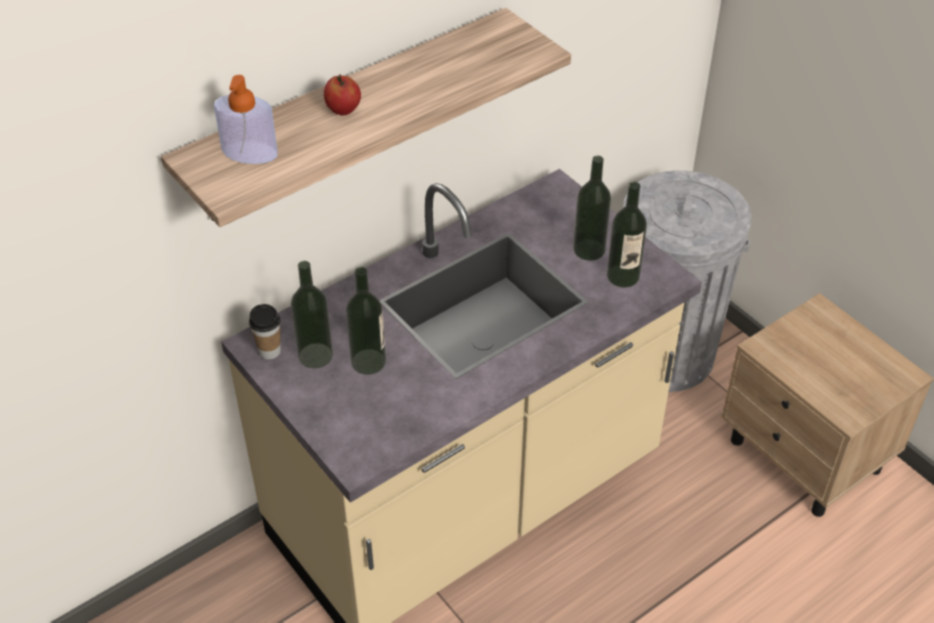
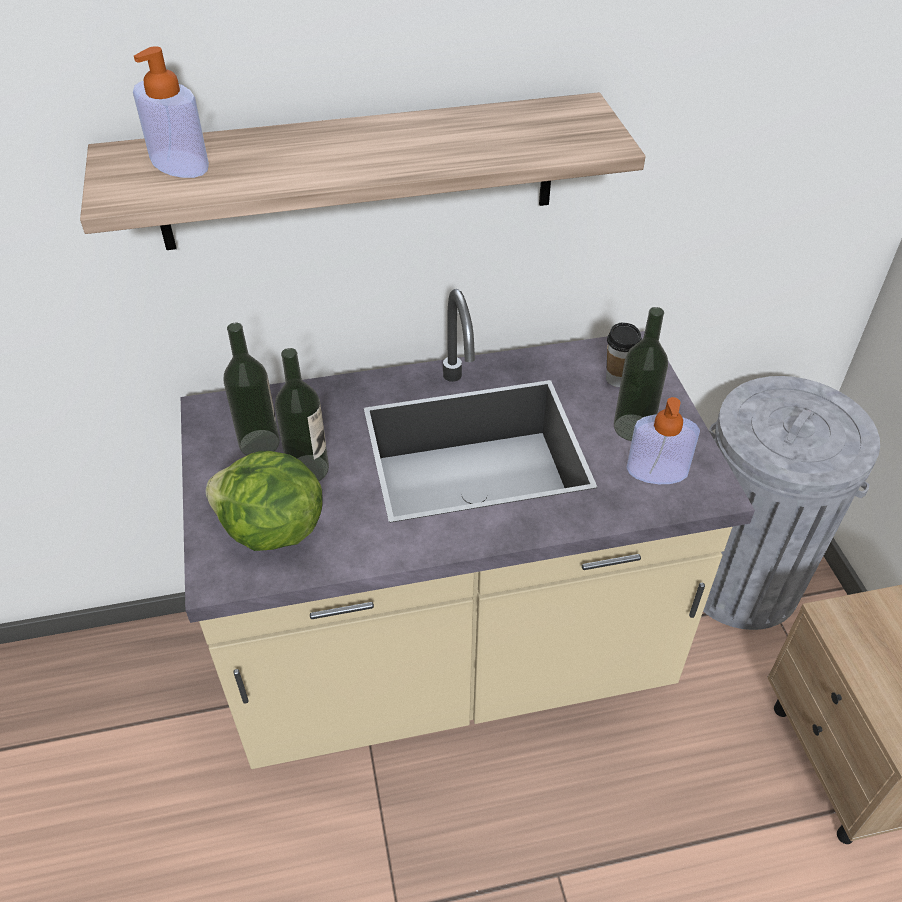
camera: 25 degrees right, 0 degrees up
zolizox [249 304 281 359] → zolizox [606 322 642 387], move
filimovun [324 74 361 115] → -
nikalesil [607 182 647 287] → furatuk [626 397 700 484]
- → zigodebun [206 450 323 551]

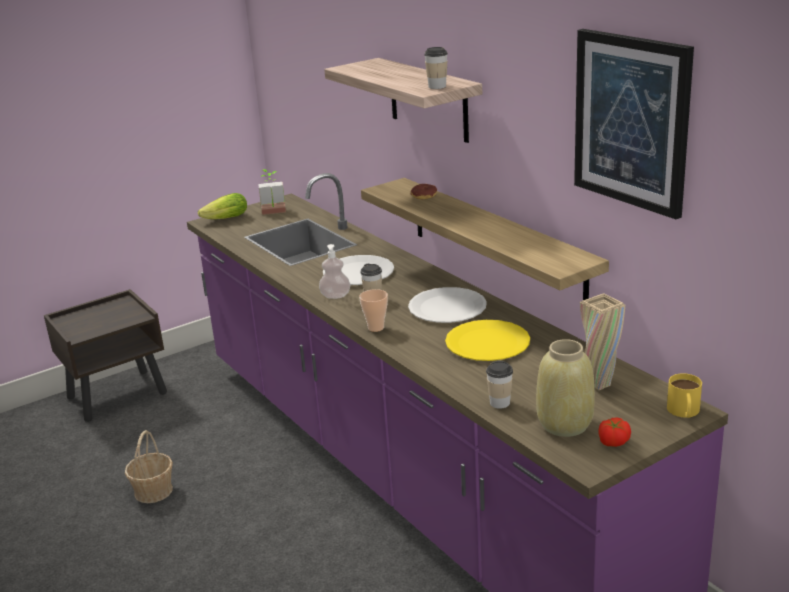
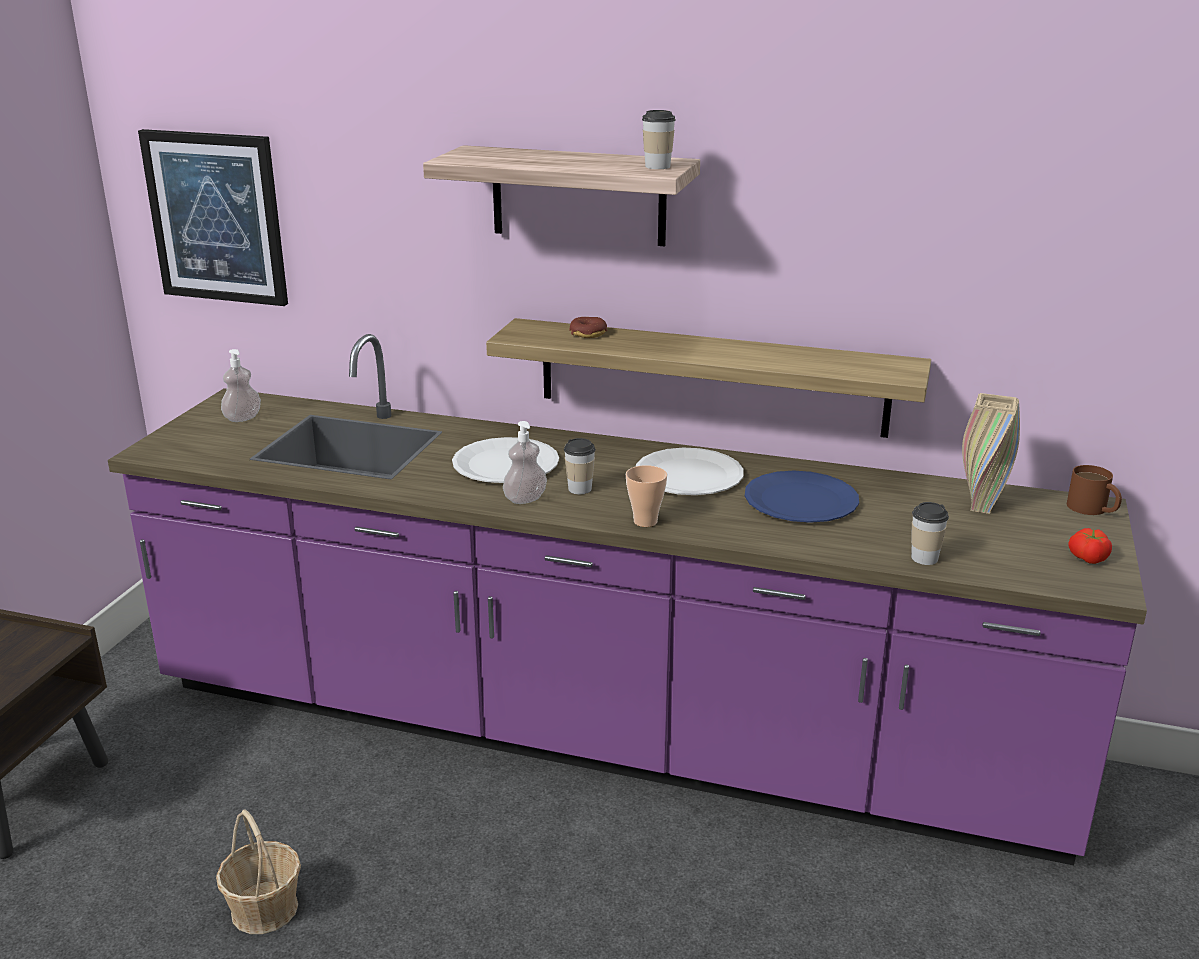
camera: 40 degrees left, 0 degrees up
zigodebun [198 193 247 219] → -
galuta [258 169 286 215] → furatuk [221 349 261 422]
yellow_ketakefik [445 320 530 361] → blue_ketakefik [745 471 859 523]
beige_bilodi [536 339 595 437] → -
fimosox [574 29 694 219] → fimosox [138 129 288 306], move
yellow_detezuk [667 373 702 418] → brown_detezuk [1067 465 1122 515]

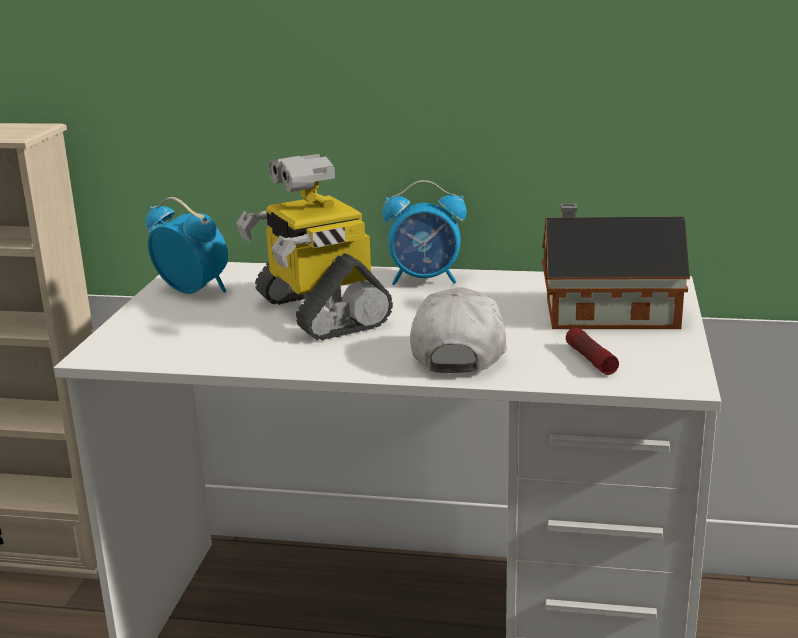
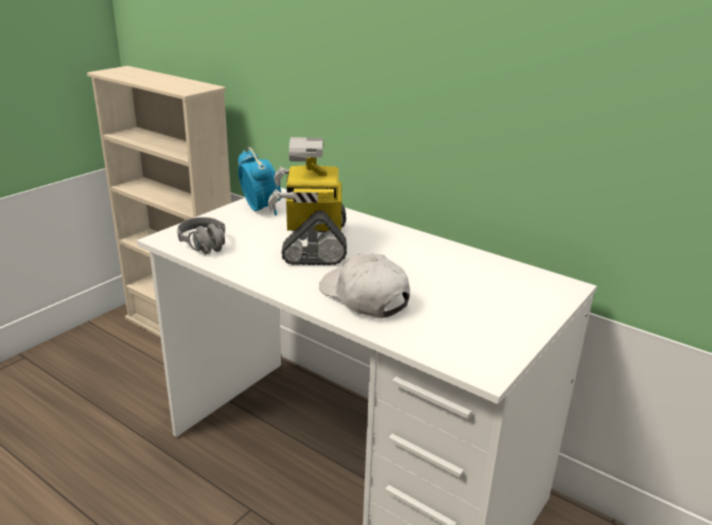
camera: 25 degrees right, 5 degrees up
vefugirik [382 180 467 285] → -
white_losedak [410 287 507 373] → white_losedak [319 253 410 318], 75 degrees counterclockwise
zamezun [542 204 690 329] → -
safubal [566 327 619 375] → -
- → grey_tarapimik [177 217 225 254]

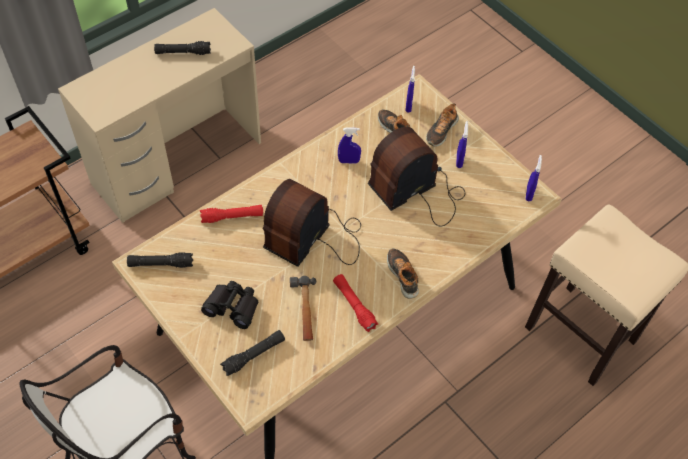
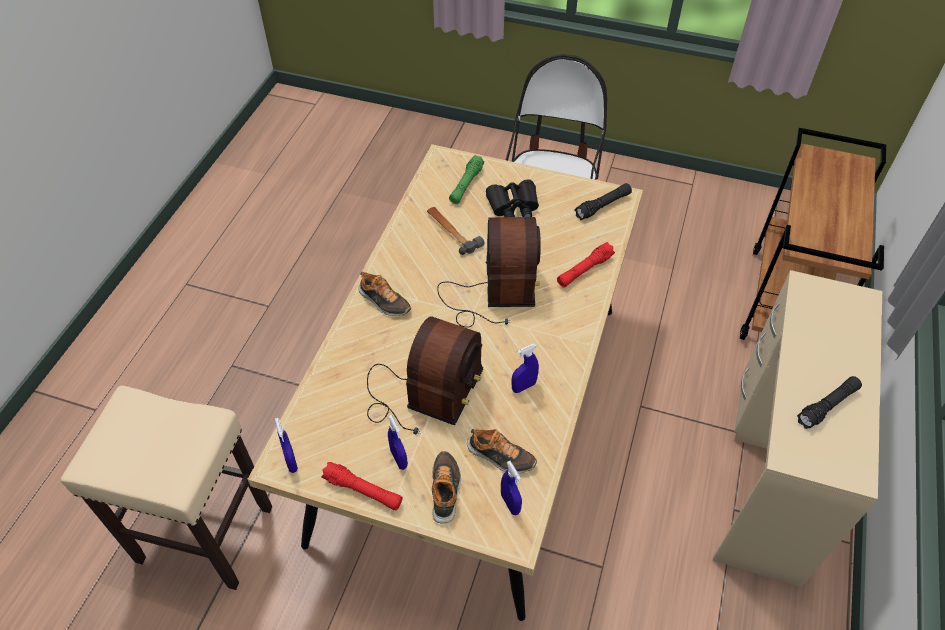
camera: 150 degrees right, 5 degrees down
black_safubal [220 330 285 376] → green_safubal [449 155 484 204]
red_safubal [333 274 378 332] → red_safubal [321 462 403 511], move

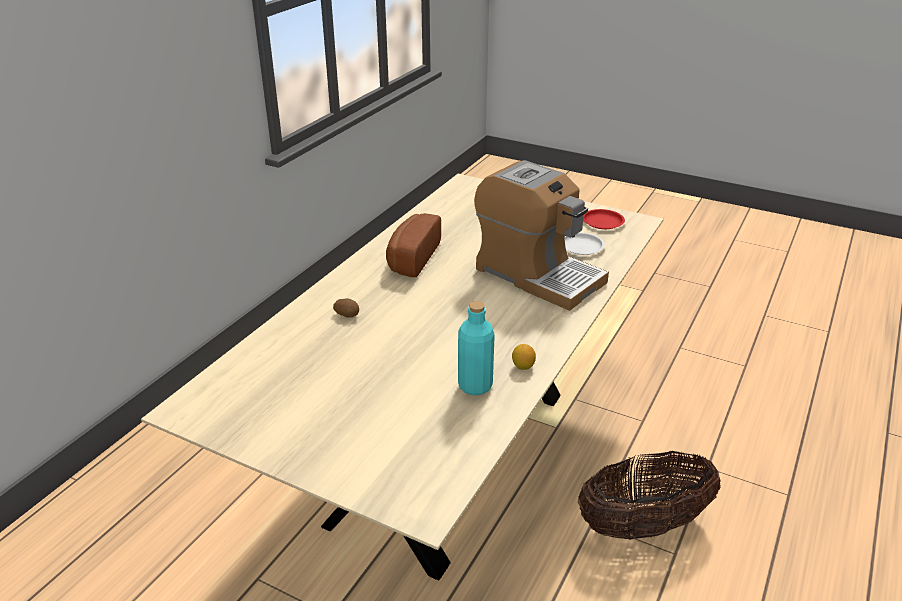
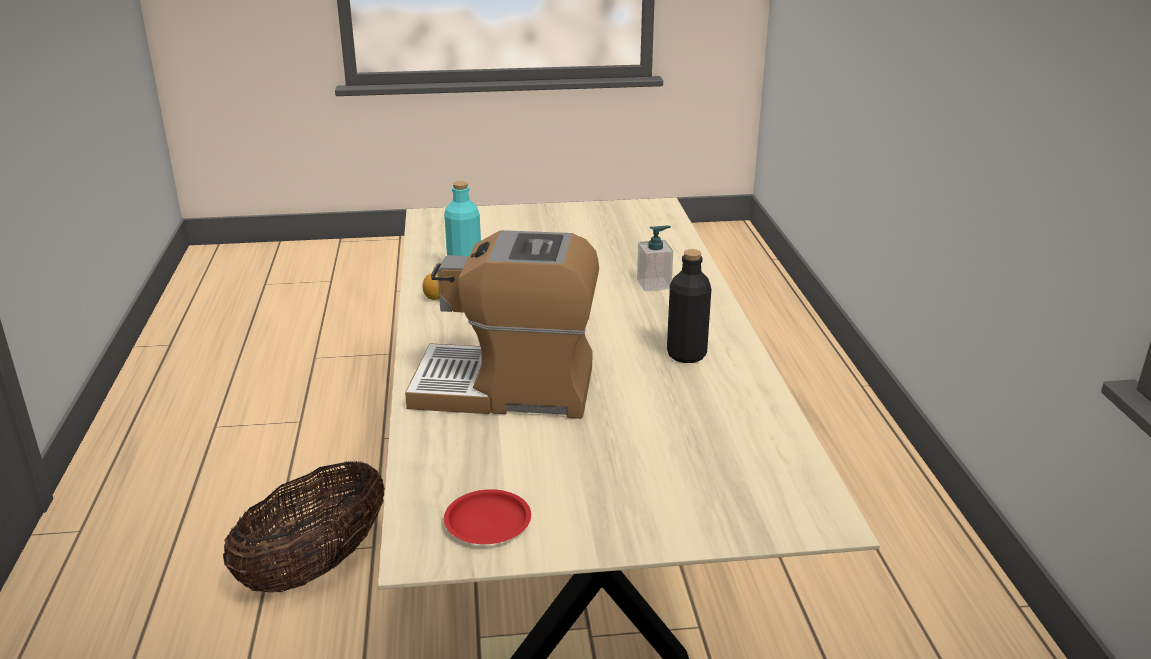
camera: 145 degrees right, 5 degrees down
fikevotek [333 298 359 318] → furatuk [637 225 673 292]
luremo [386 213 441 277] → black_nikalesil [667 249 711 363]
white_ketakefik [565 232 605 255] → -

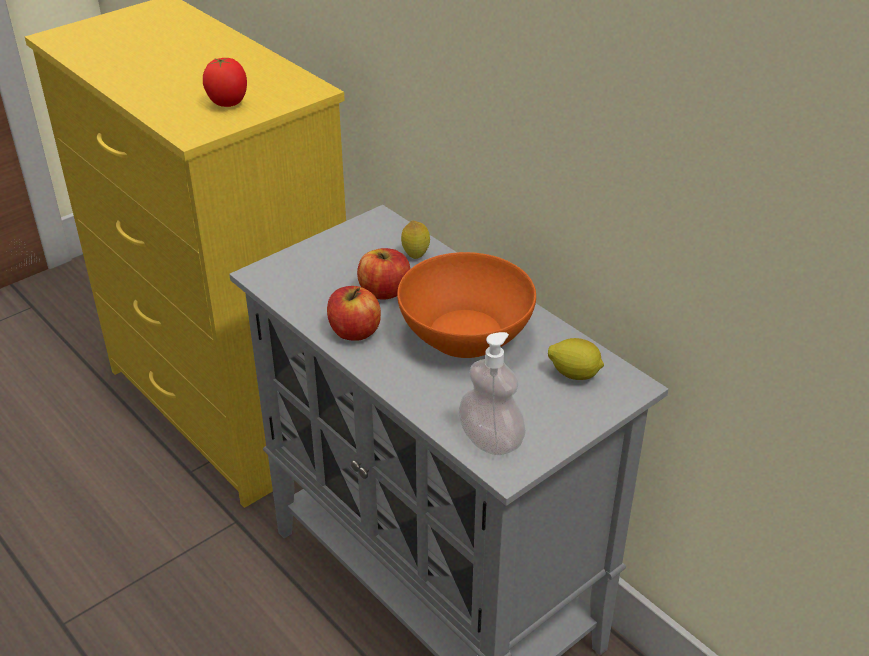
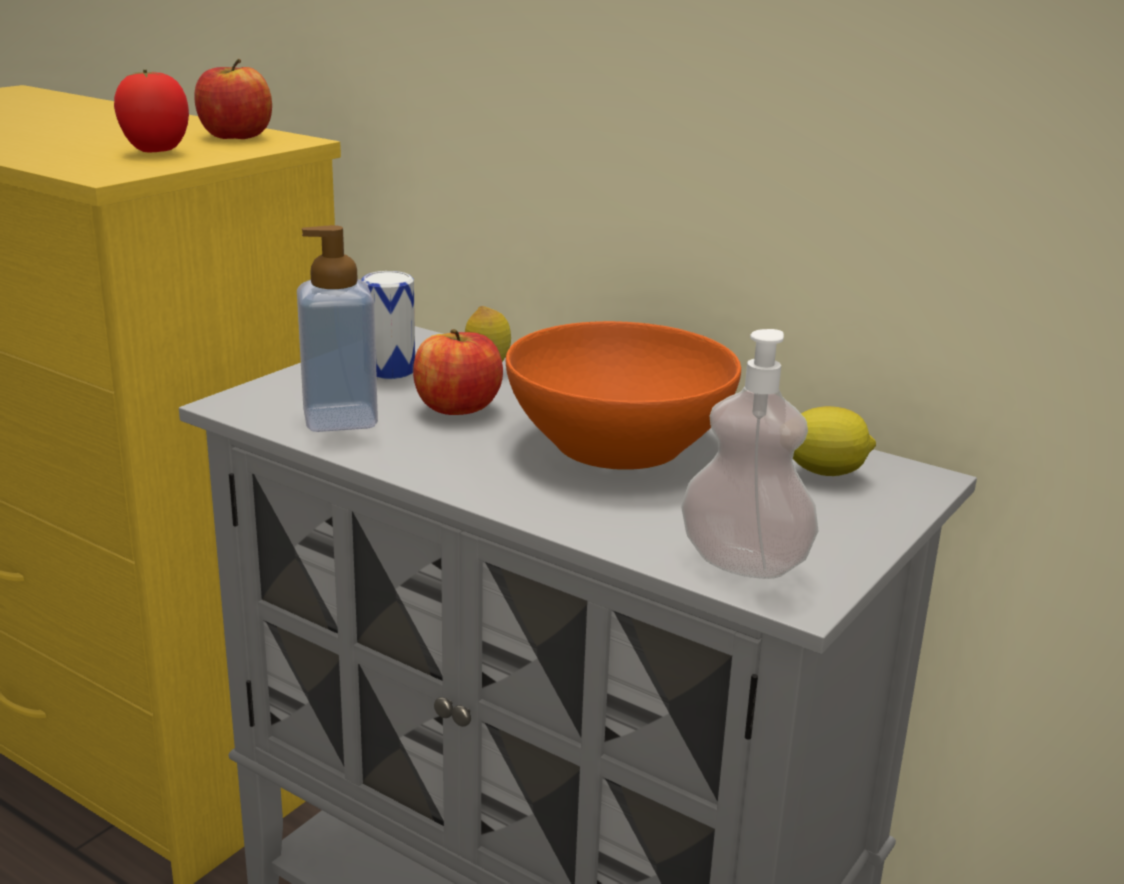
camera: 15 degrees left, 15 degrees down
filimovun [327 286 381 341] → filimovun [194 59 272 139], move
- → furatuk [297 225 378 432]
- → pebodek [361 271 415 379]

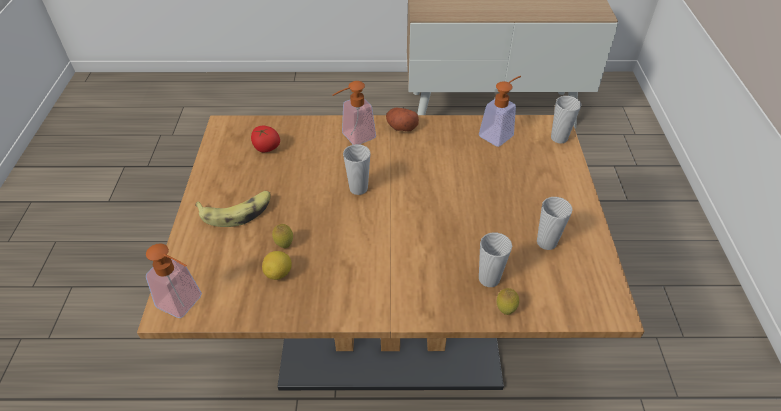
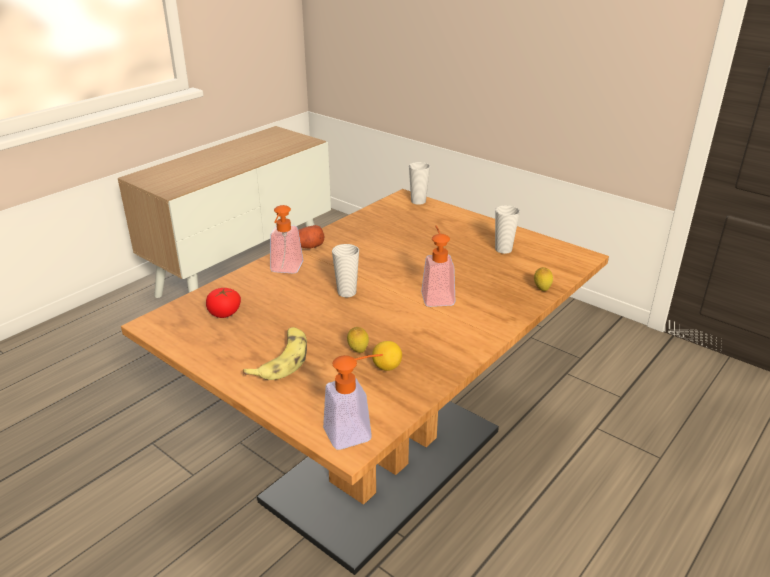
camera: 50 degrees left, 15 degrees down
furatuk [479 76 521 147] → furatuk [421 226 455 307], move
zolizox [479 232 512 287] → -

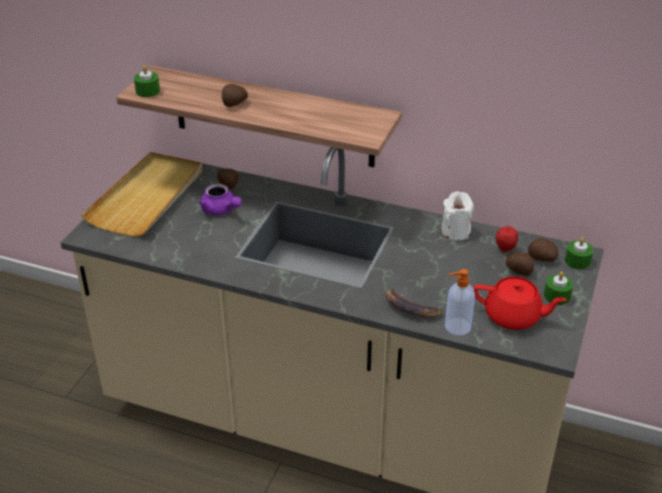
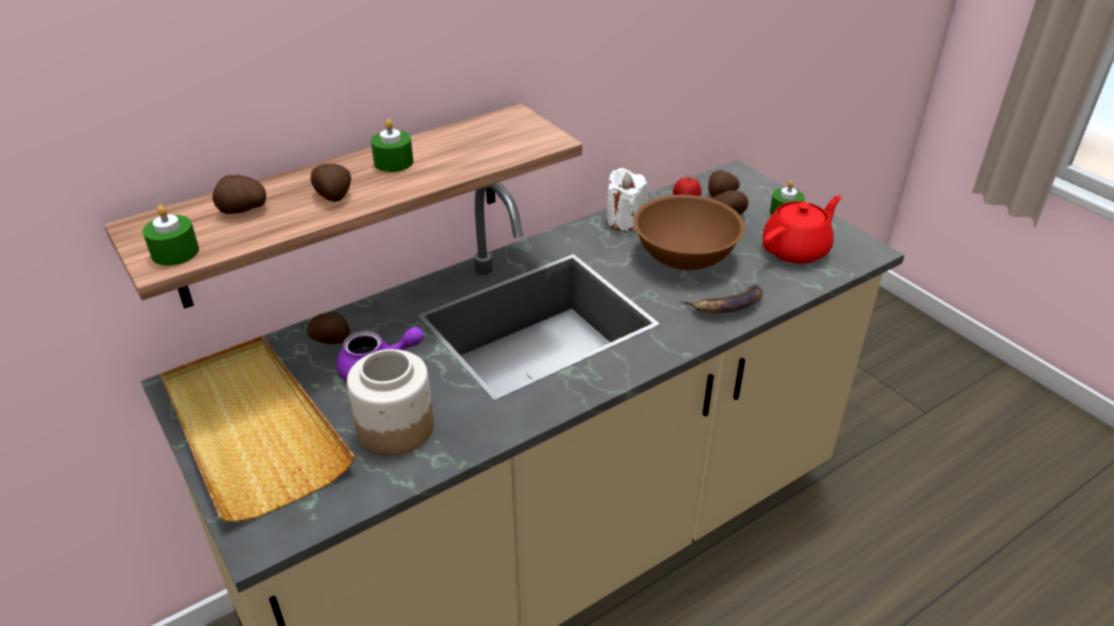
camera: 55 degrees left, 0 degrees up
furatuk [445 269 475 336] → -
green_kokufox [565 237 593 269] → green_kokufox [371 119 413 172], move
- → fikevotek [212 175 266 214]
- → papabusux [347 349 434 456]
- → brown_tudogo [633 195 745 270]

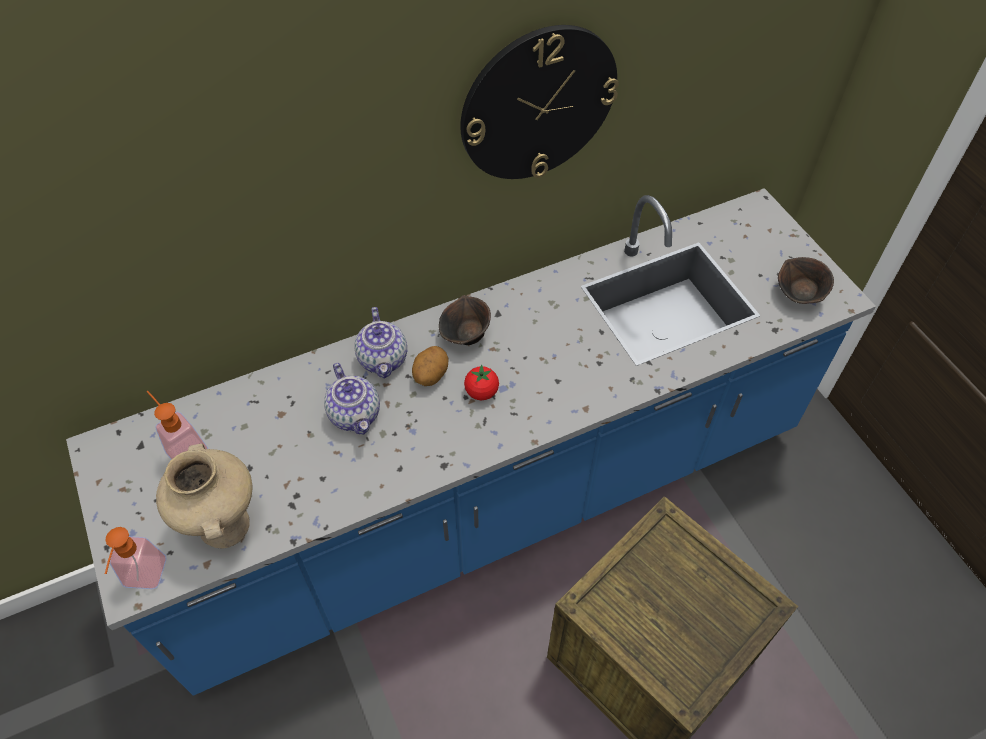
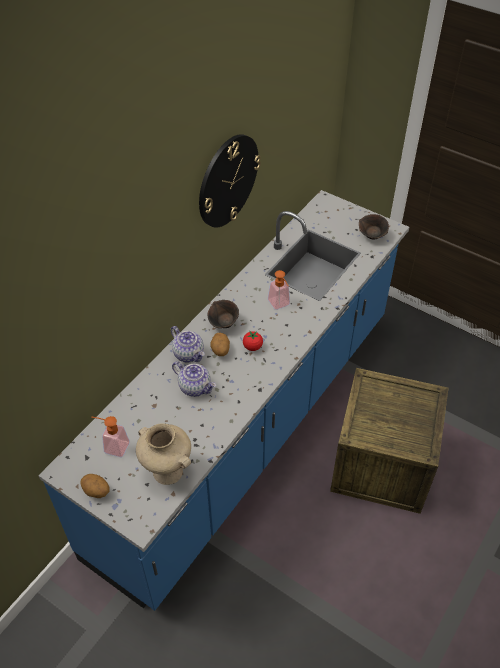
camera: 30 degrees left, 5 degrees down
furatuk [105 527 167 589] → furatuk [268 270 290 310], move
- → fikevotek [80 474 110 498]

